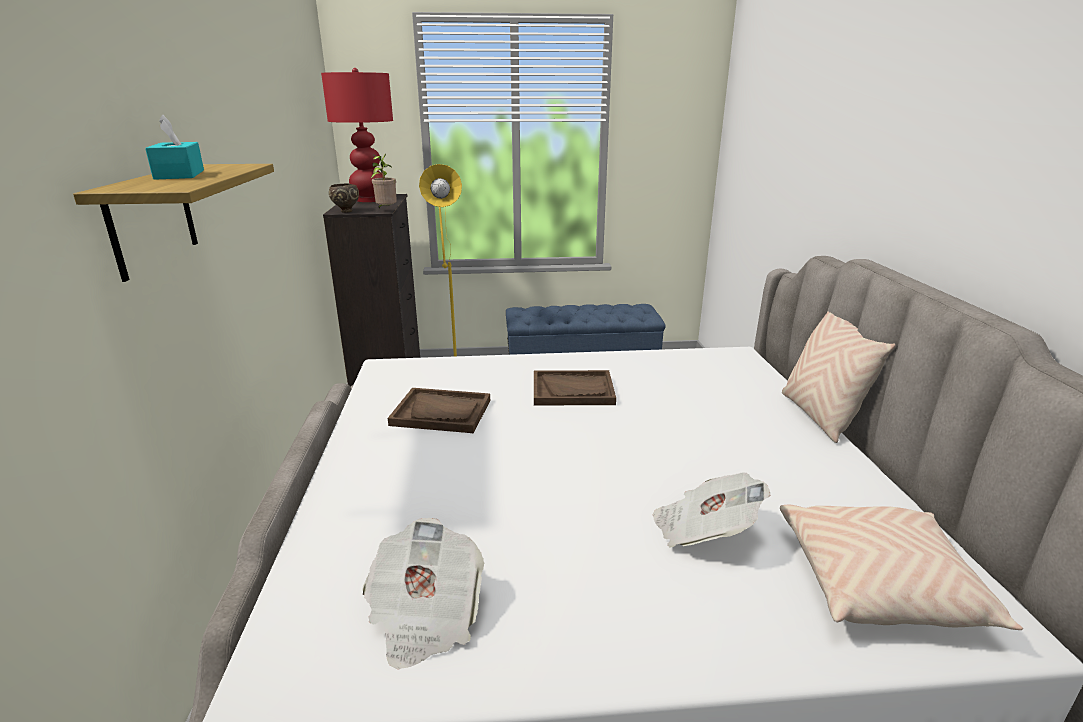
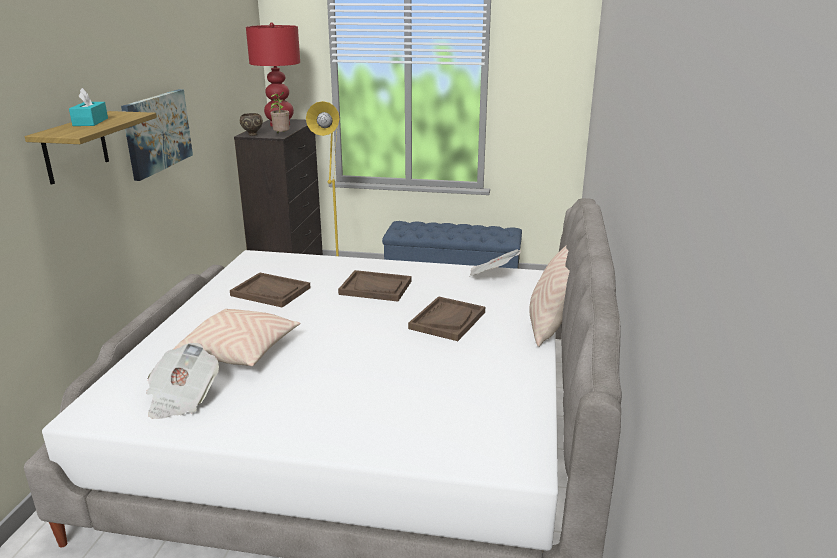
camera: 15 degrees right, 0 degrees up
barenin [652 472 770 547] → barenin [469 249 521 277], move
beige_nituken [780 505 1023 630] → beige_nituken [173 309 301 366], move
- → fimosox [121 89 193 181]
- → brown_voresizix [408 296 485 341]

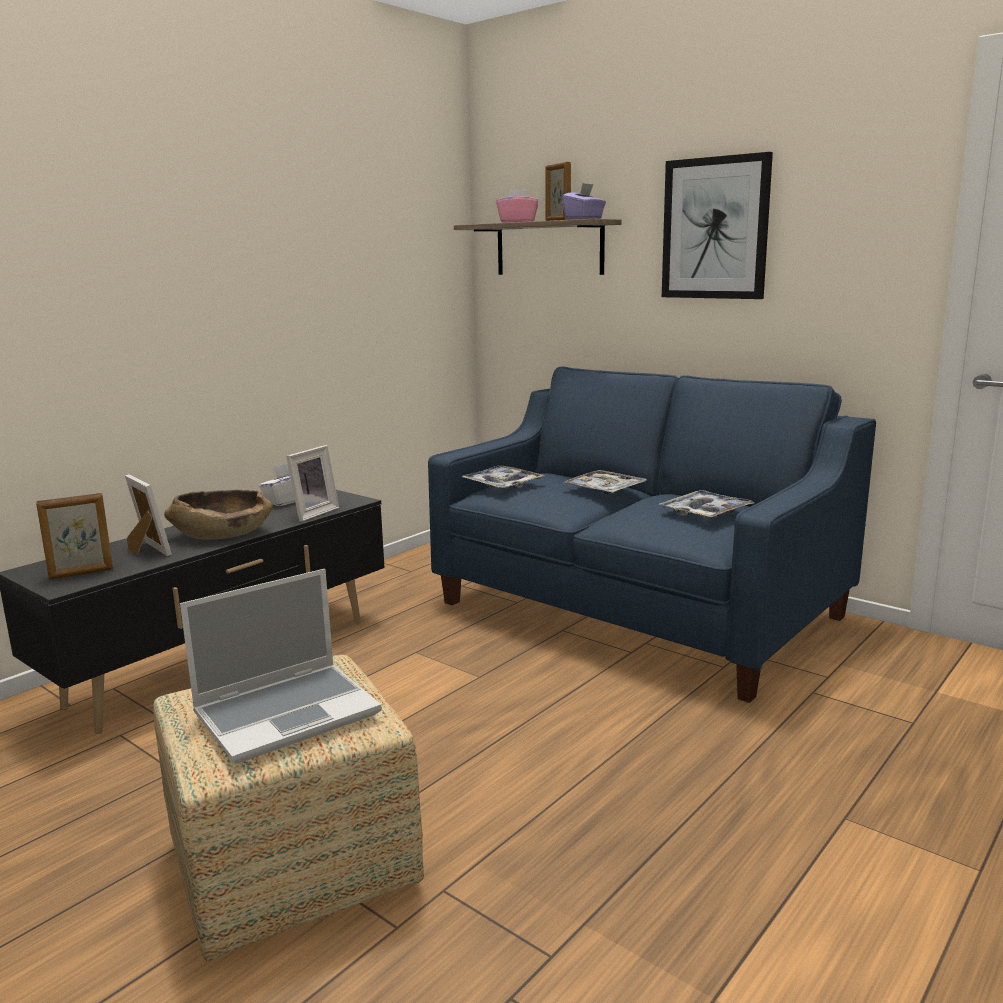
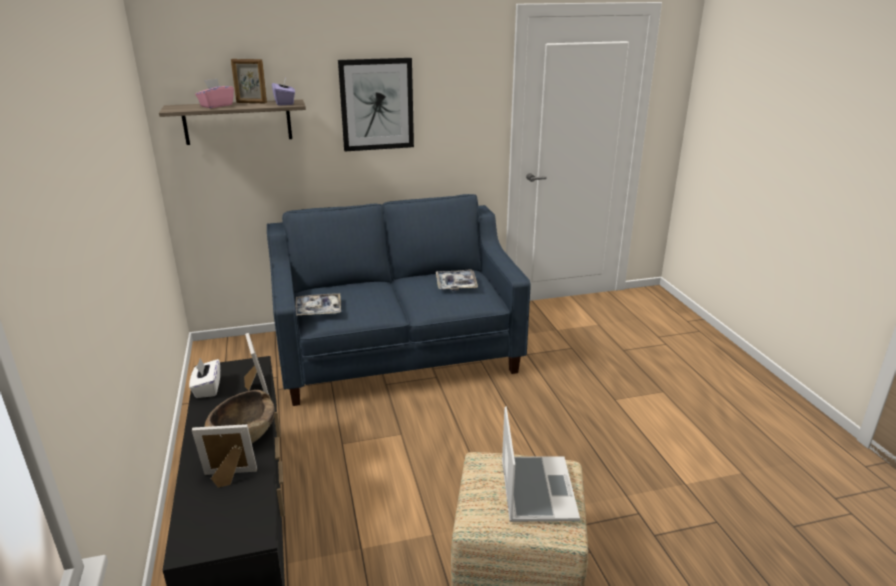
camera: 55 degrees left, 10 degrees up
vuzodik [36 493 113 579] → -
voresizix [563 470 647 494] → -

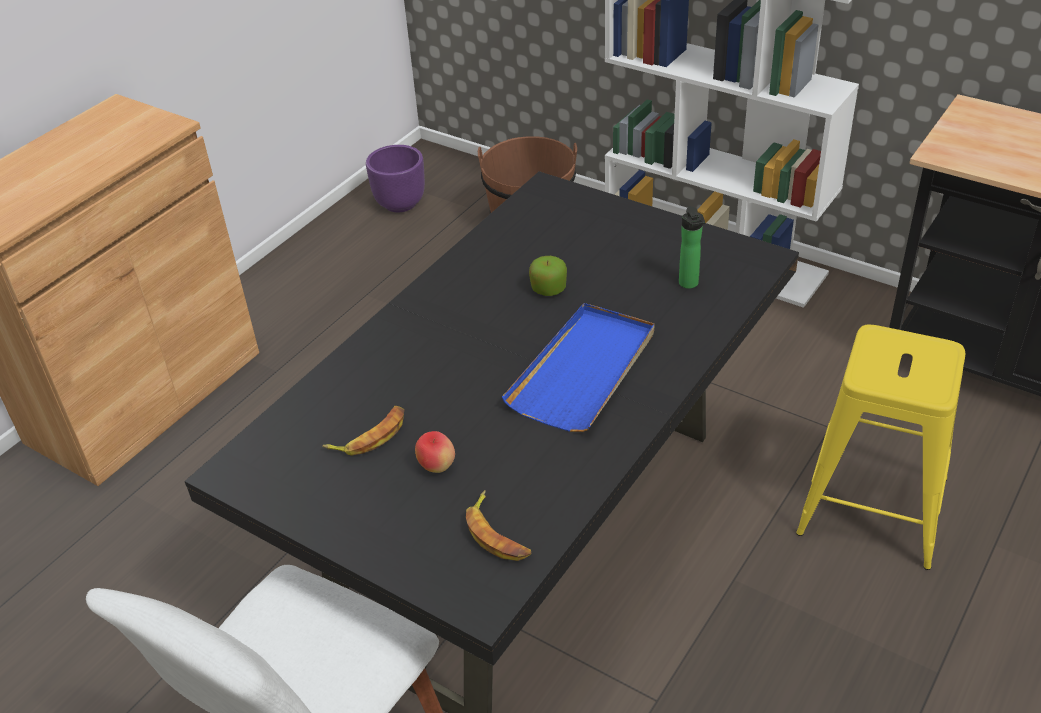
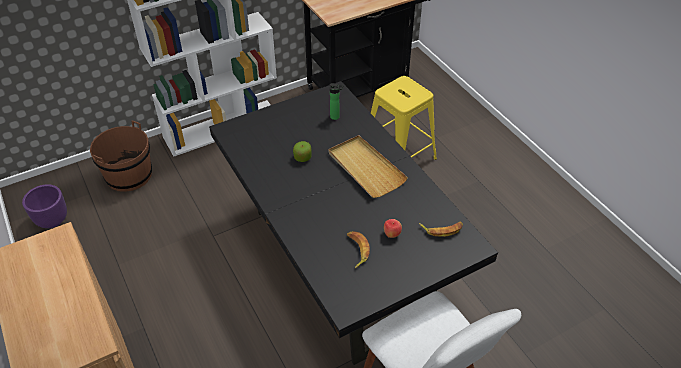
camera: 65 degrees left, 5 degrees up
blue_voresizix [502 303 654 432] → beige_voresizix [329 135 408 198]

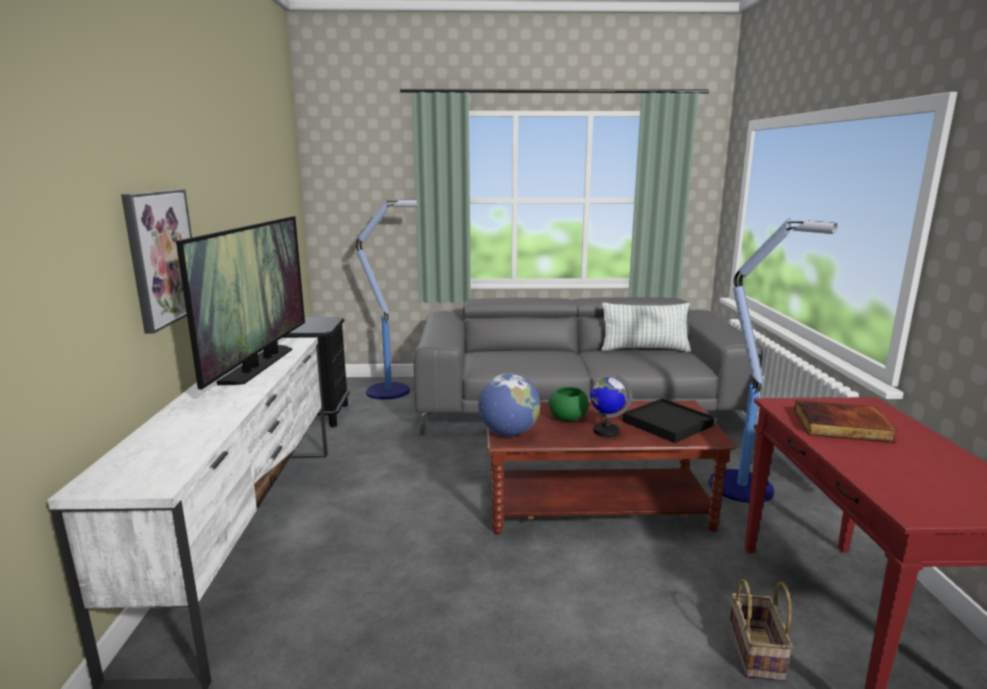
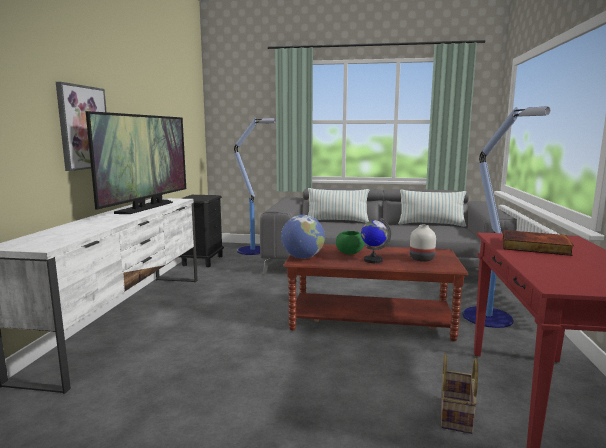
camera: 10 degrees right, 5 degrees down
black_voresizix [623 398 714 443] → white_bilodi [410 225 436 262]
- → nituken [308 188 369 223]

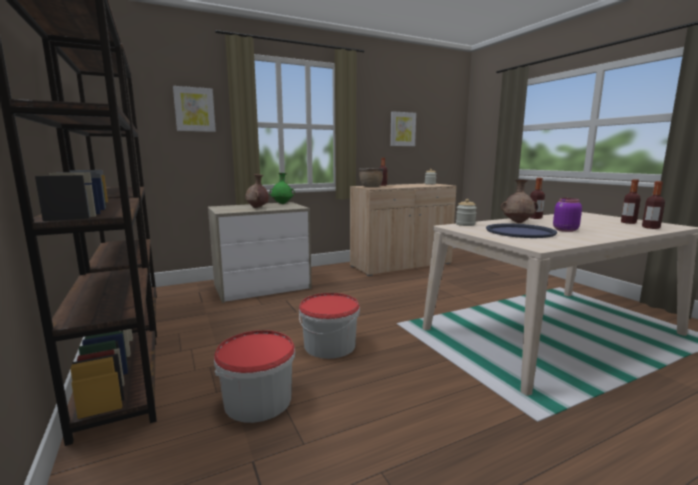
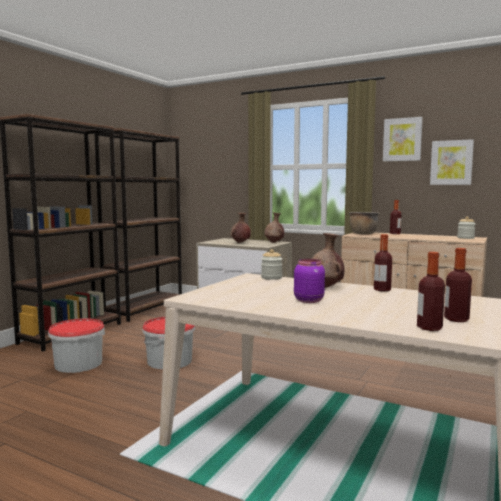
camera: 55 degrees right, 5 degrees down
fimosox [173 86 216 132] → fimosox [383 117 423 161], move
green_bilodi [269 173 295 204] → brown_bilodi [264 213 284 243]
blue_voresizix [486 223 557 238] → -

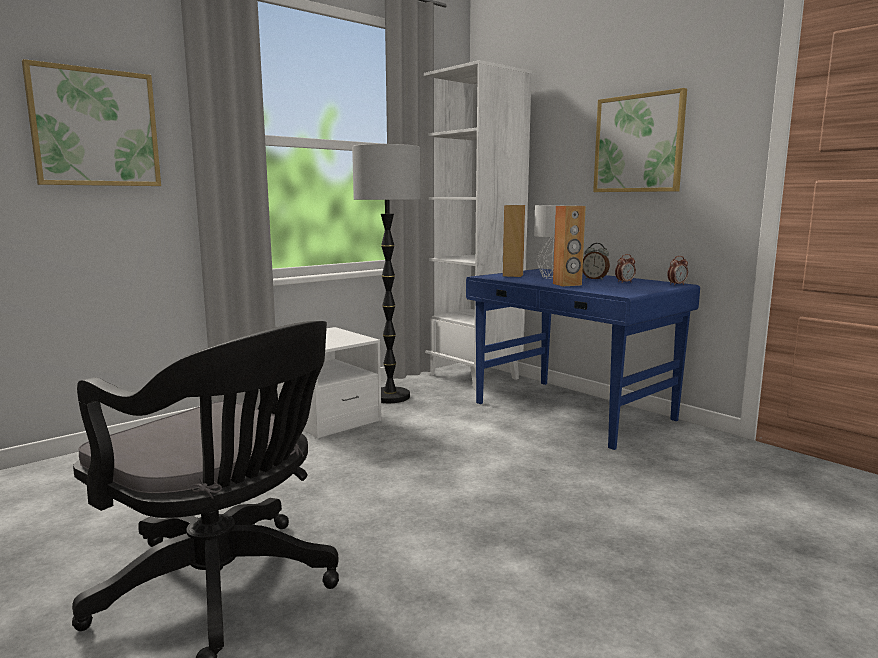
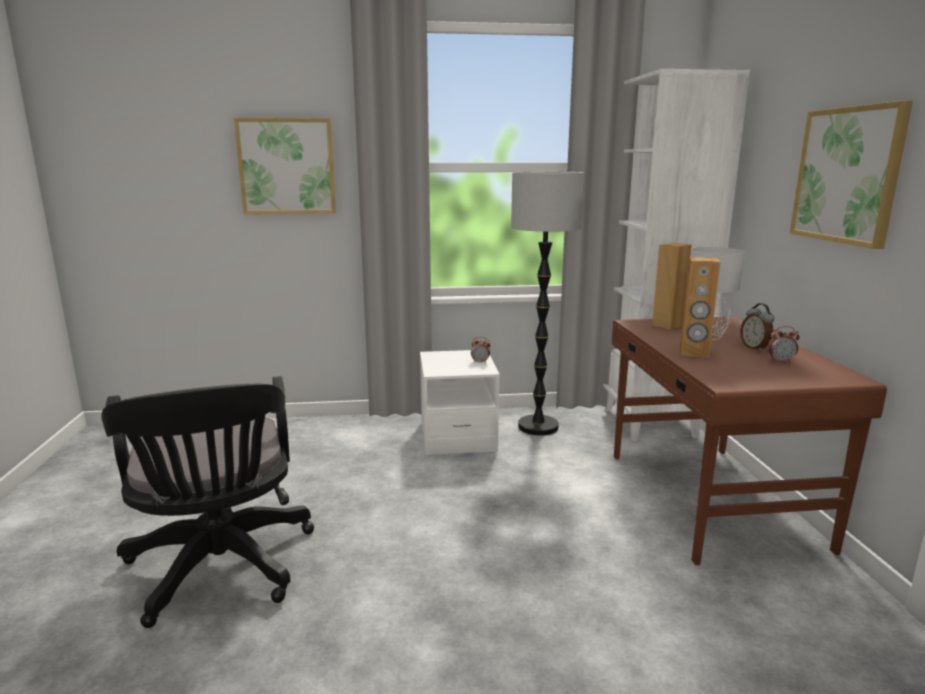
camera: 35 degrees right, 5 degrees up
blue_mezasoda [466 269 700 450] → brown_mezasoda [612 317 887 565]
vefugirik [667 256 688 285] → vefugirik [471 337 491 364], move

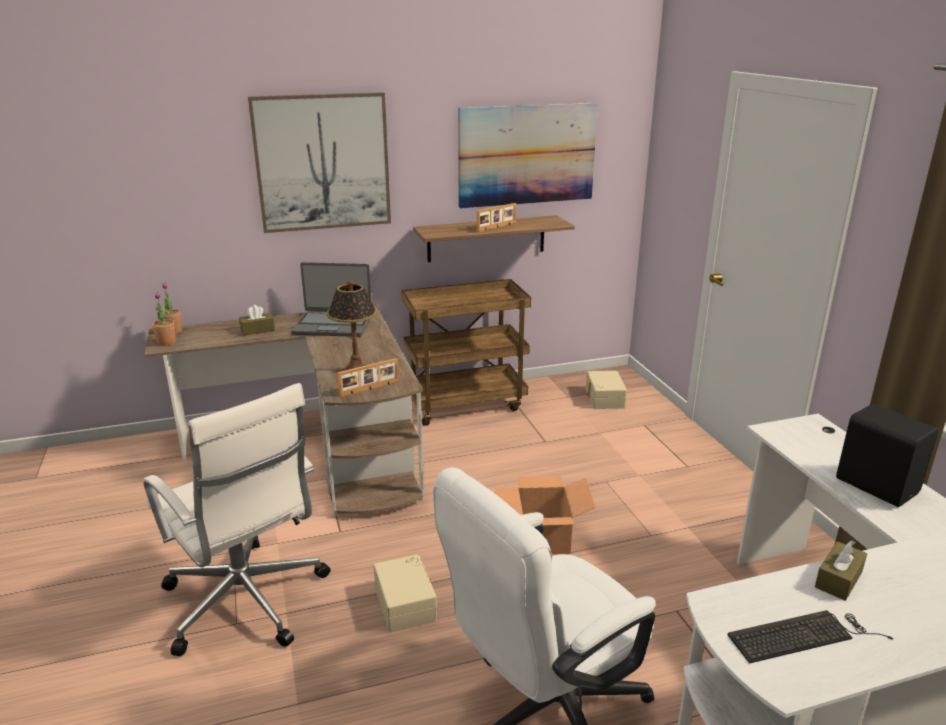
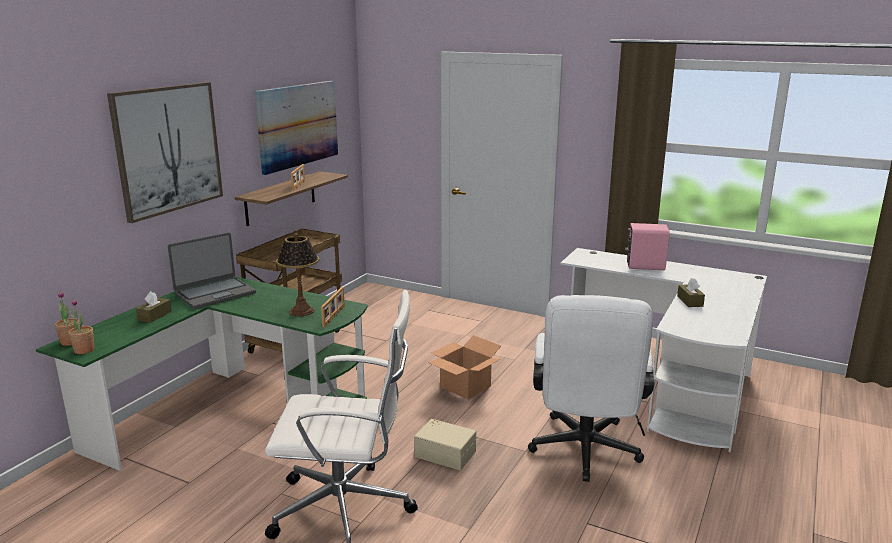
camera: 45 degrees left, 5 degrees down
brown_mezasoda [144 305 424 517] → green_mezasoda [36 276 367 471]
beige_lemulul [586 371 627 409] → -
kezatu [728 610 893 663] → -
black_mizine [836 404 938 507] → pink_mizine [625 223 670 270]

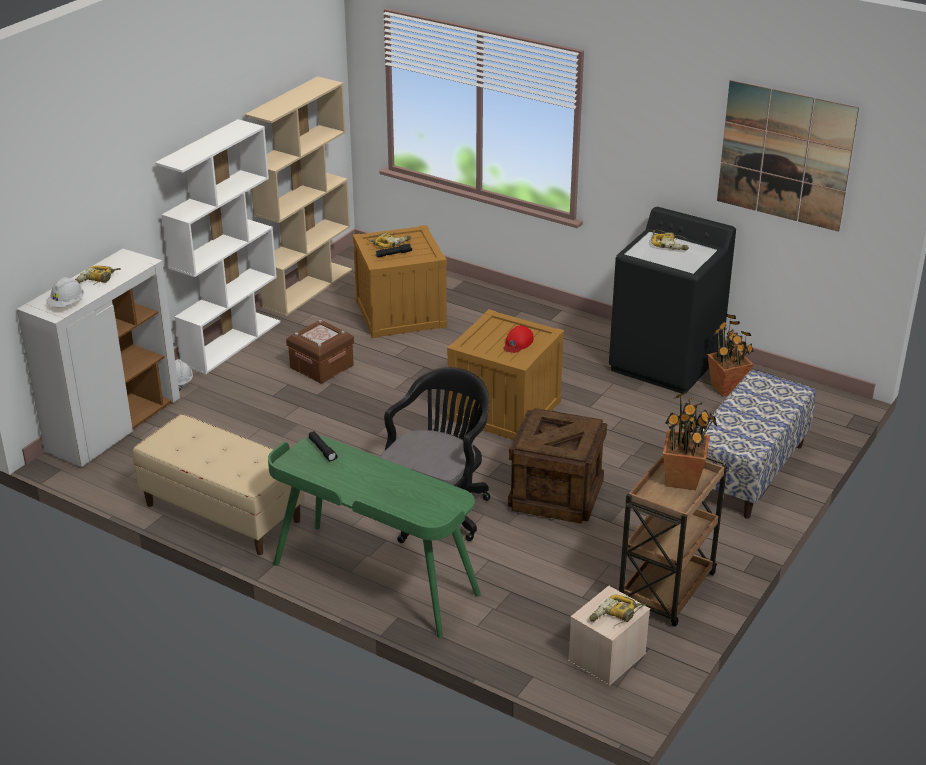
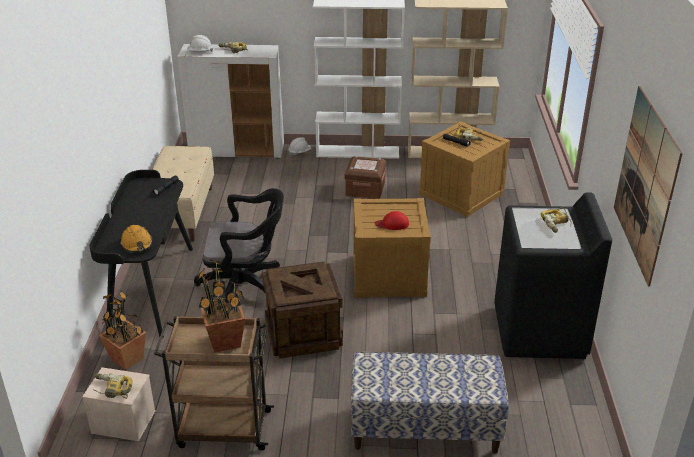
camera: 60 degrees right, 0 degrees up
green_mezasoda [268 436 481 638] → black_mezasoda [89 170 193 338]
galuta [707 314 754 396] → galuta [99 291 146 370], move
- → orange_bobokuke [120 225 153 252]

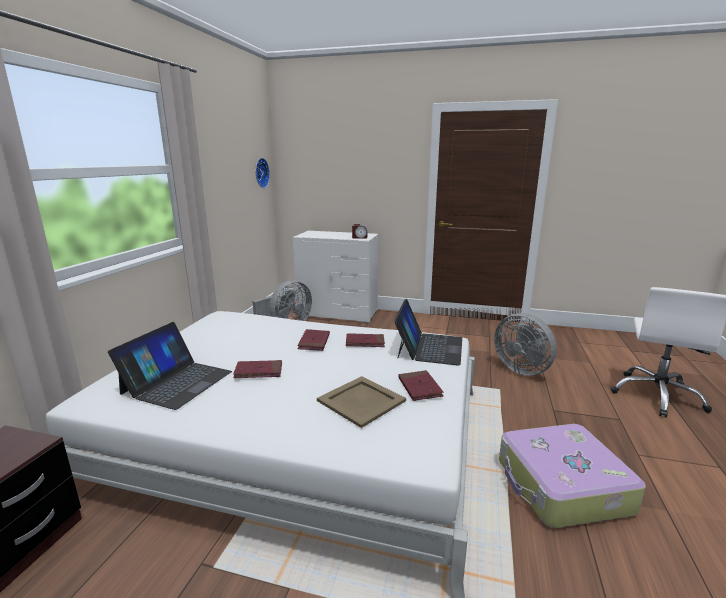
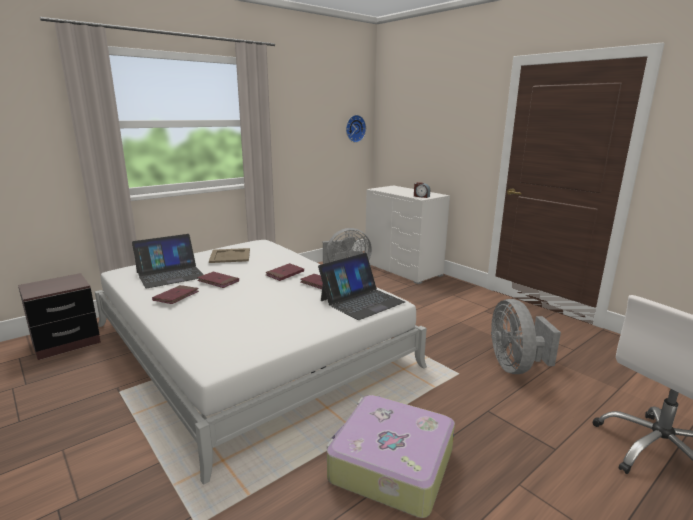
camera: 35 degrees right, 0 degrees up
beige_voresizix [317 376 406 428] → beige_voresizix [209 248 250 263], move
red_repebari [398 370 444 401] → red_repebari [152 285 199 304], move

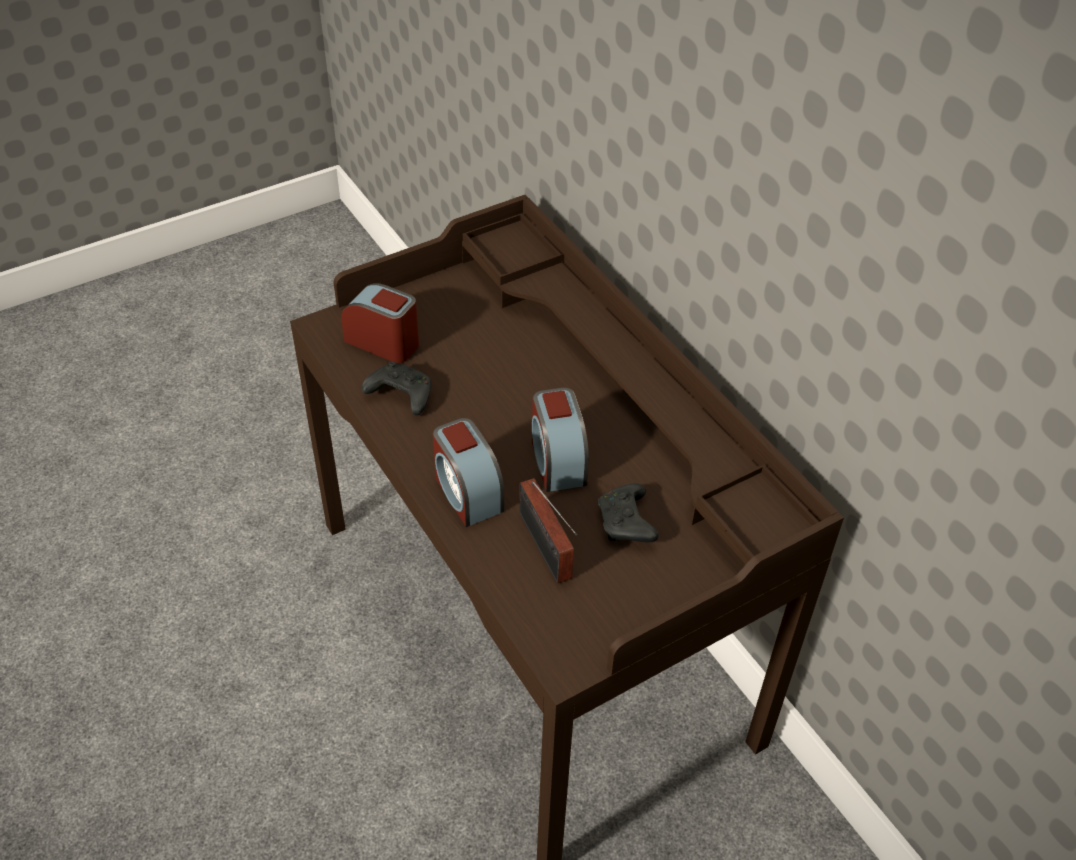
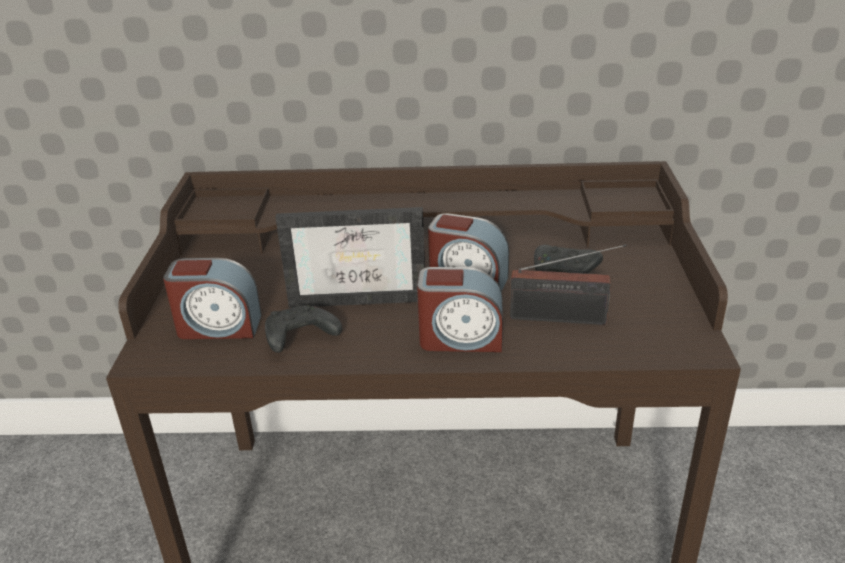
camera: 55 degrees left, 15 degrees down
vefugirik [341 283 419 363] → vefugirik [163 258 262 339], 150 degrees counterclockwise
- → vuzodik [275 207 425 308]

